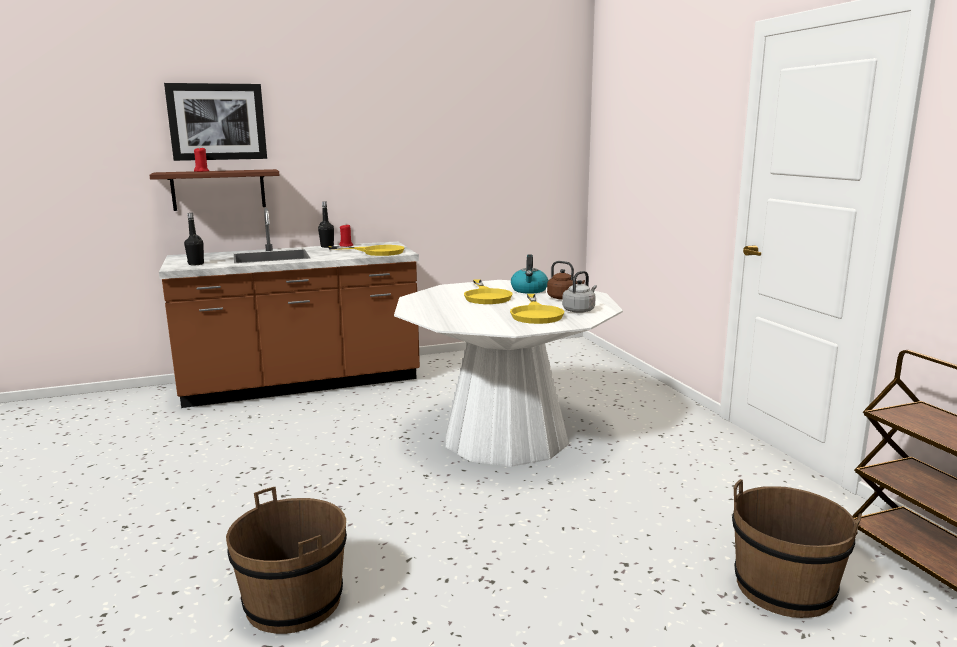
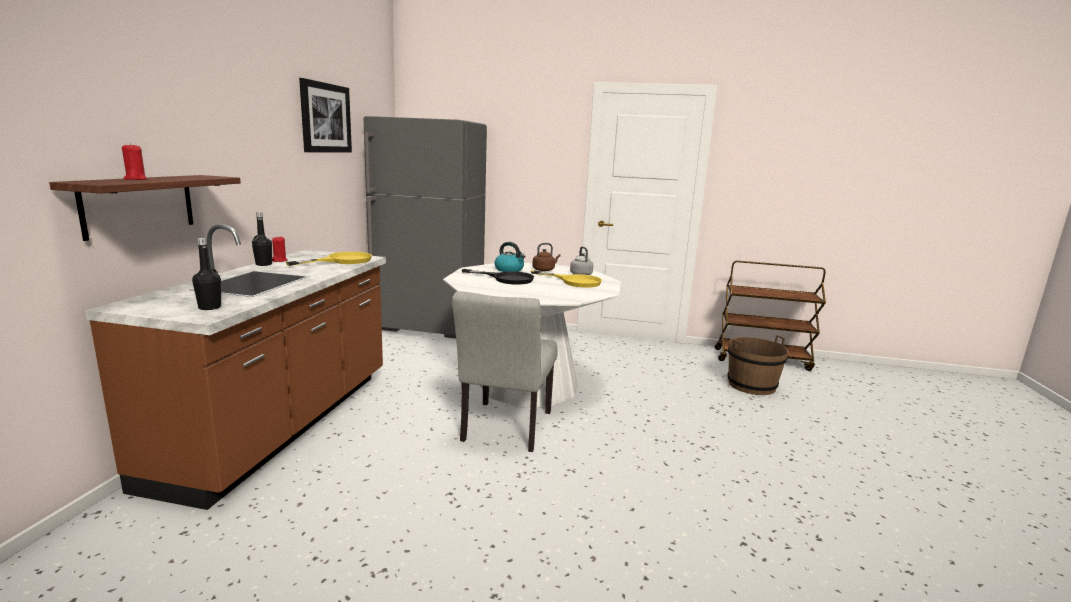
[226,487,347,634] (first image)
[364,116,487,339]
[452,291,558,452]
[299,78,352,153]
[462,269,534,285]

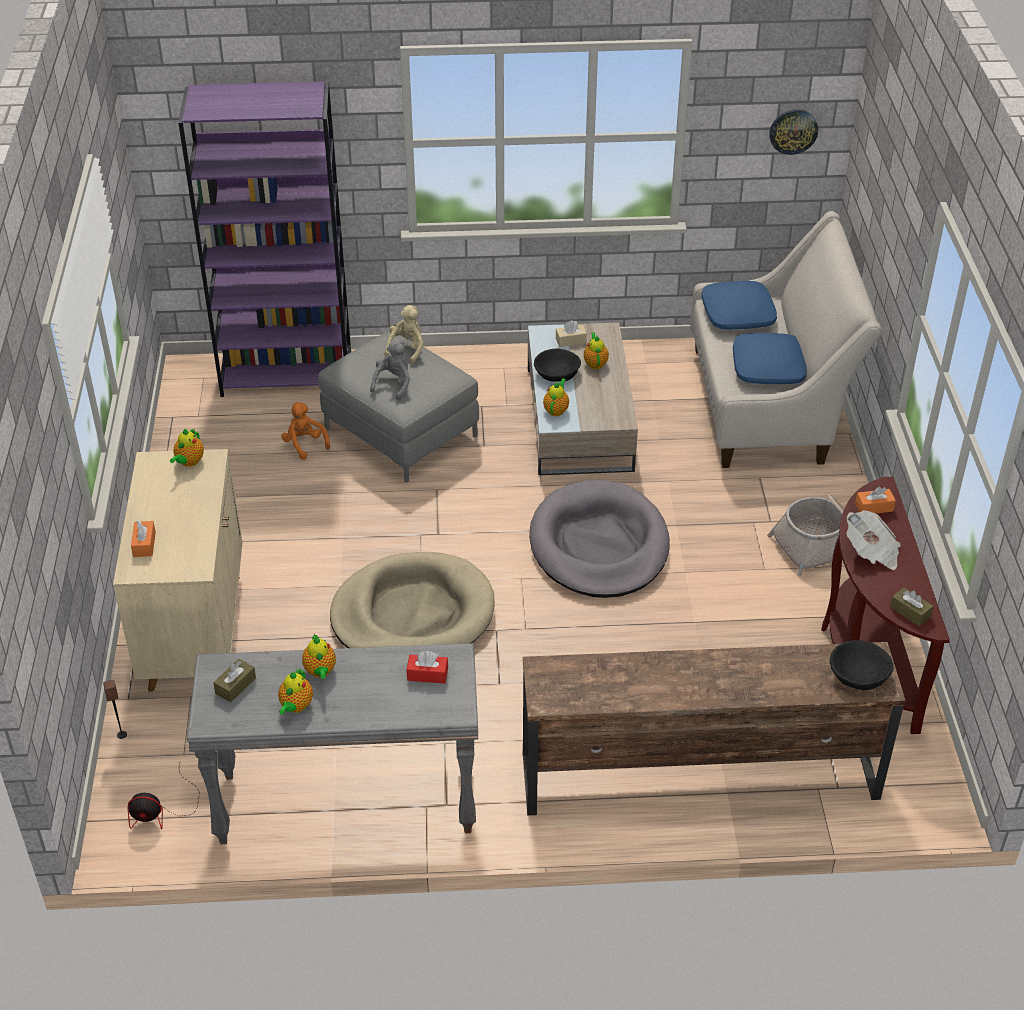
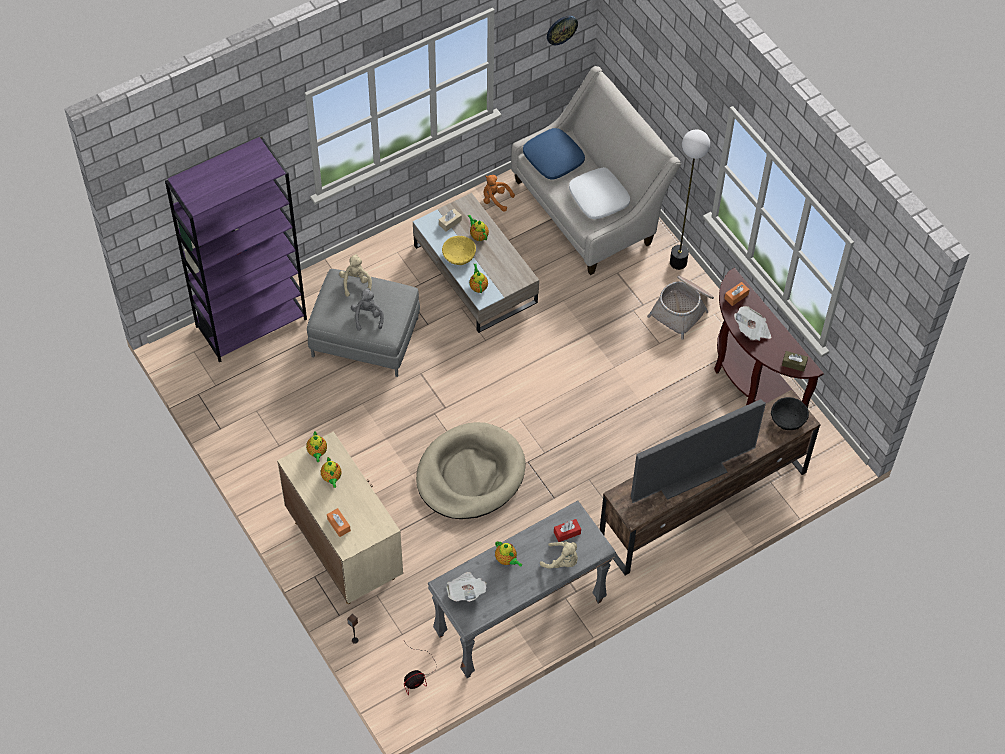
[529,480,670,598] (first image)
[540,541,578,568]
[631,399,766,503]
[670,129,710,270]
[321,457,341,488]
[483,175,515,212]
[447,572,487,602]
[442,236,476,265]
[569,167,630,219]

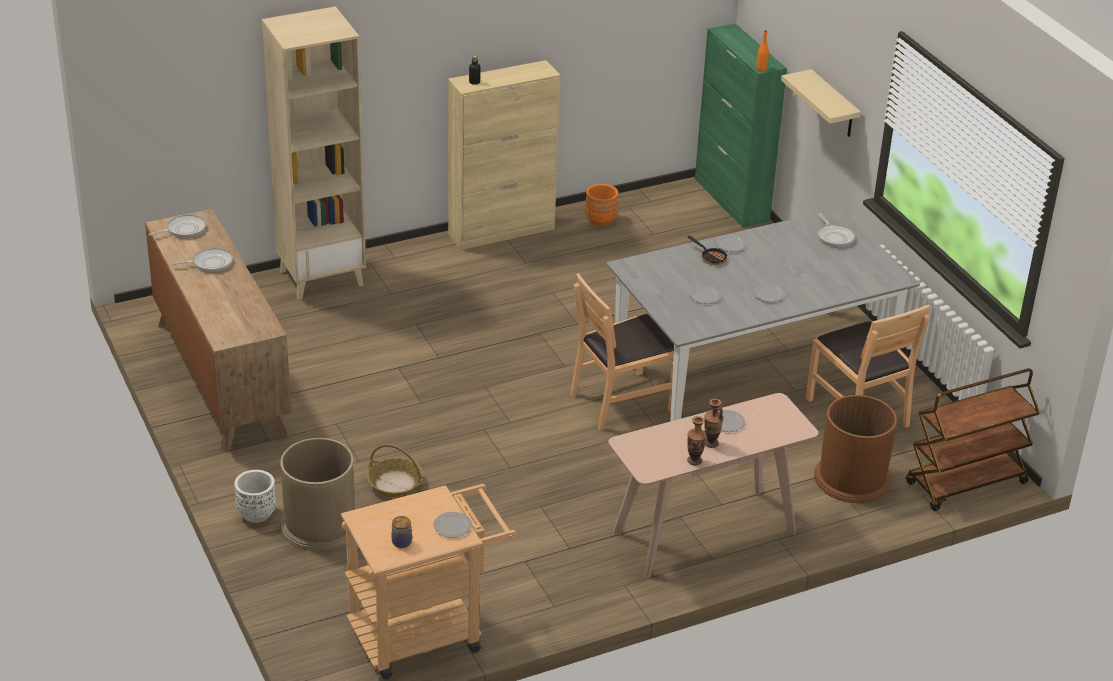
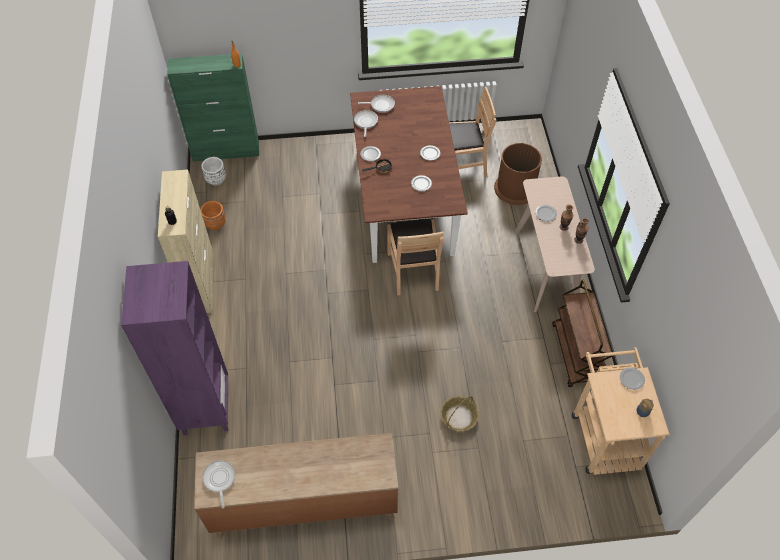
[280,438,355,551] (first image)
[781,69,861,137] (first image)
[354,110,378,137]
[201,157,226,186]
[552,280,613,387]
[121,261,228,435]
[350,86,468,263]

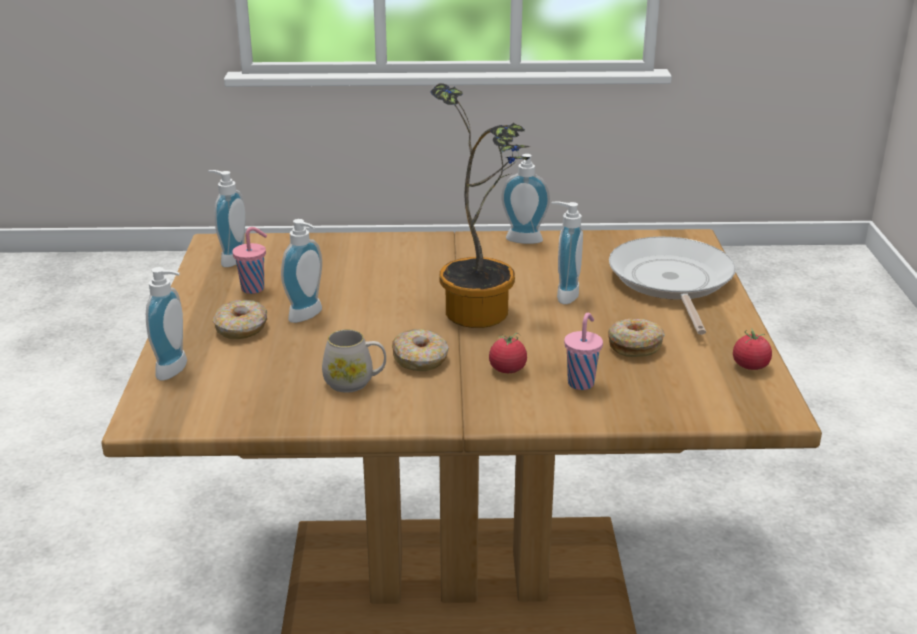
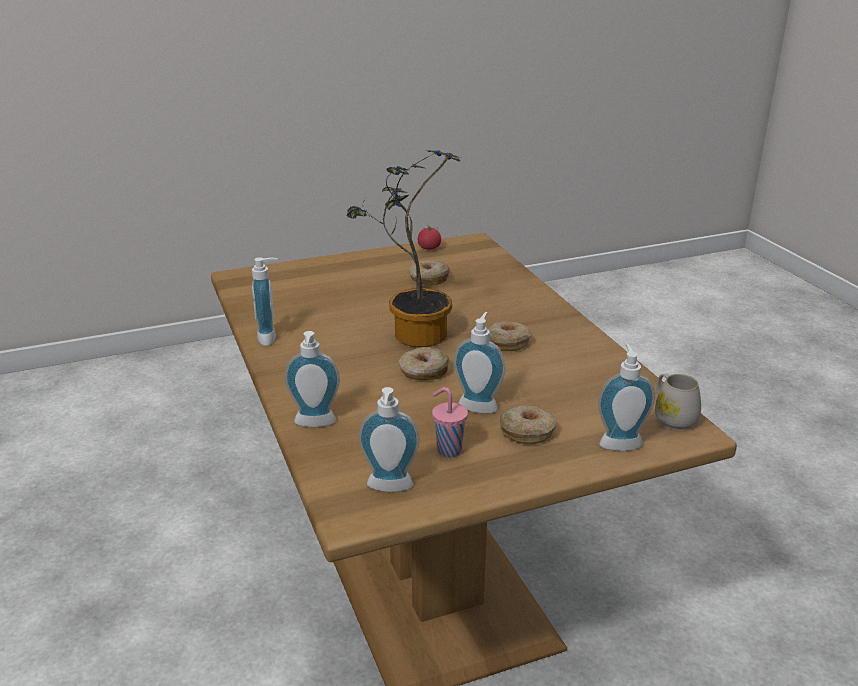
[489,333,527,373] (first image)
[564,313,603,390] (first image)
[609,237,736,335] (first image)
[399,347,449,380]
[655,373,701,430]
[284,331,340,427]

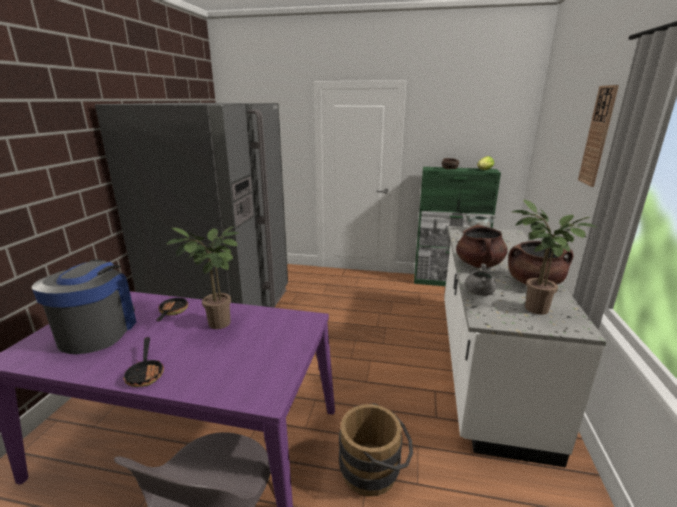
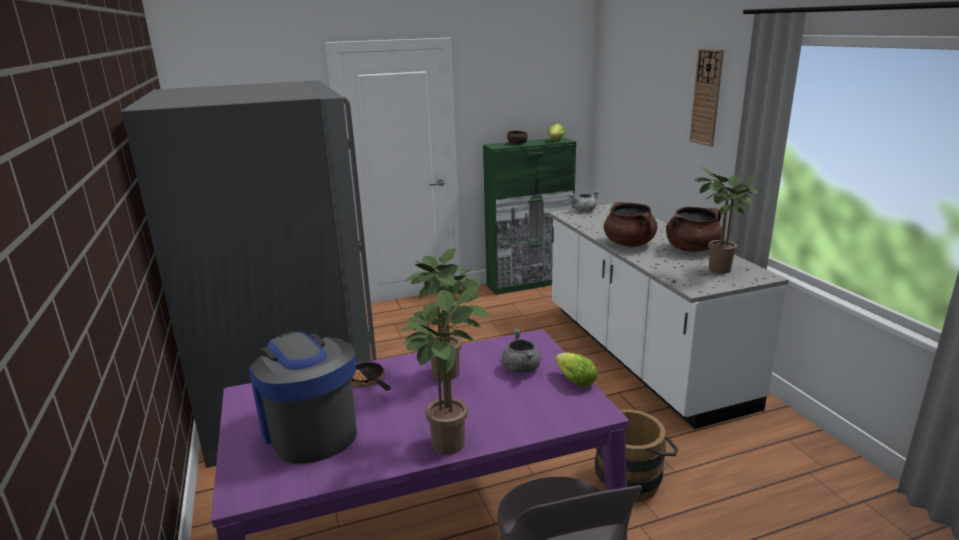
[555,352,597,387]
[502,329,541,373]
[400,285,490,455]

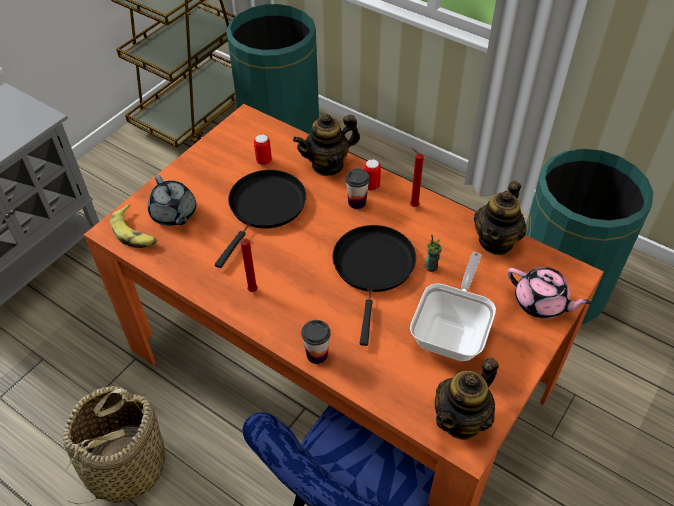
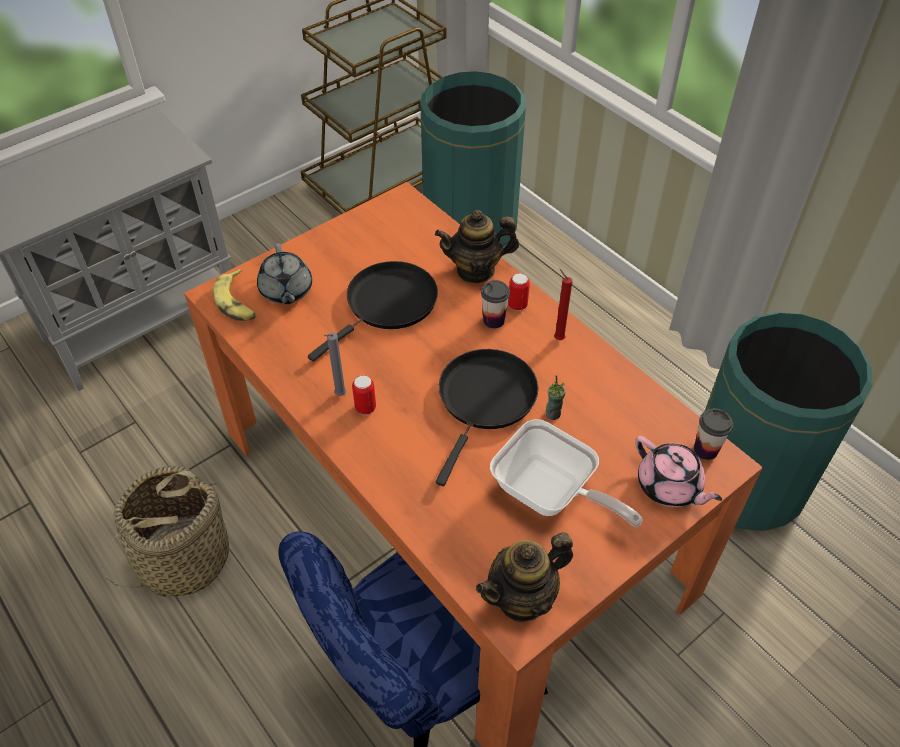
[474,181,527,255] (first image)
[352,375,376,415]
[694,409,733,460]
[324,333,346,396]
[490,419,643,527]

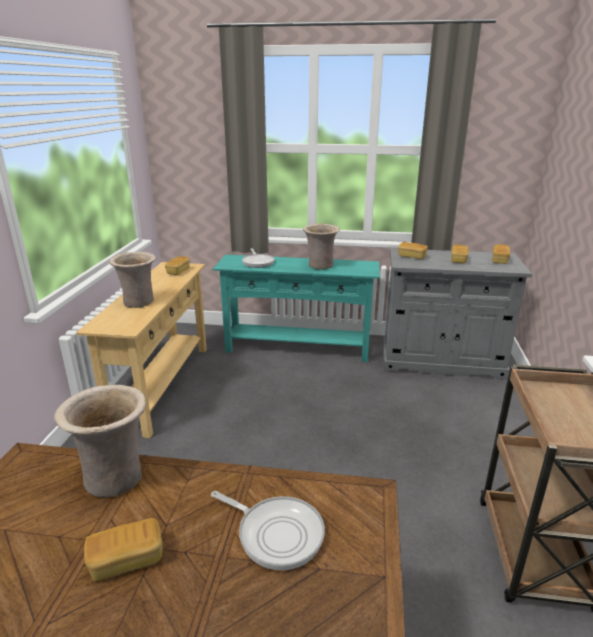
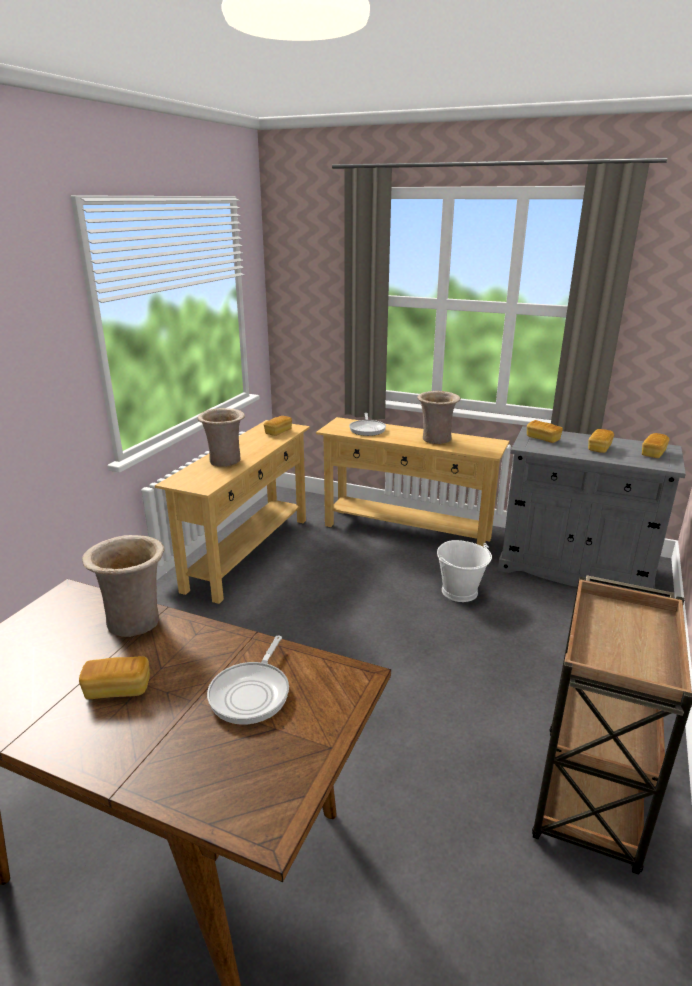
[437,540,492,602]
[316,417,509,547]
[207,635,289,725]

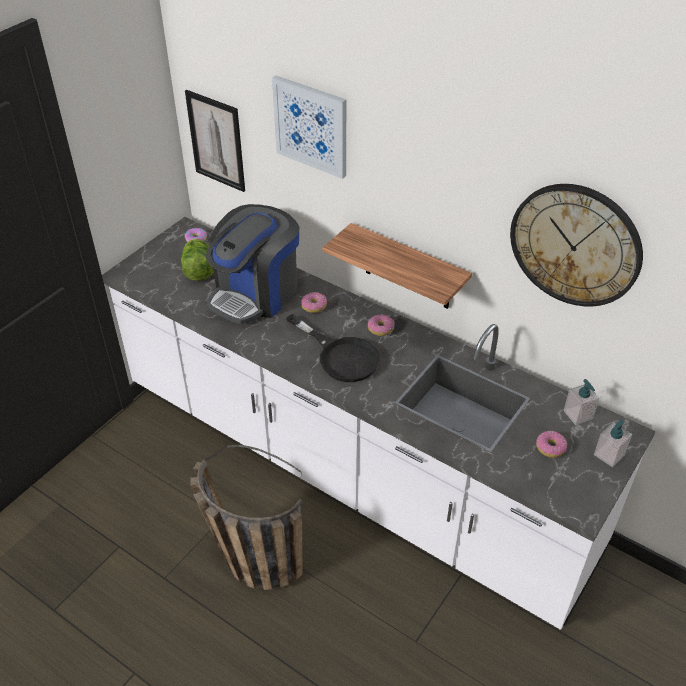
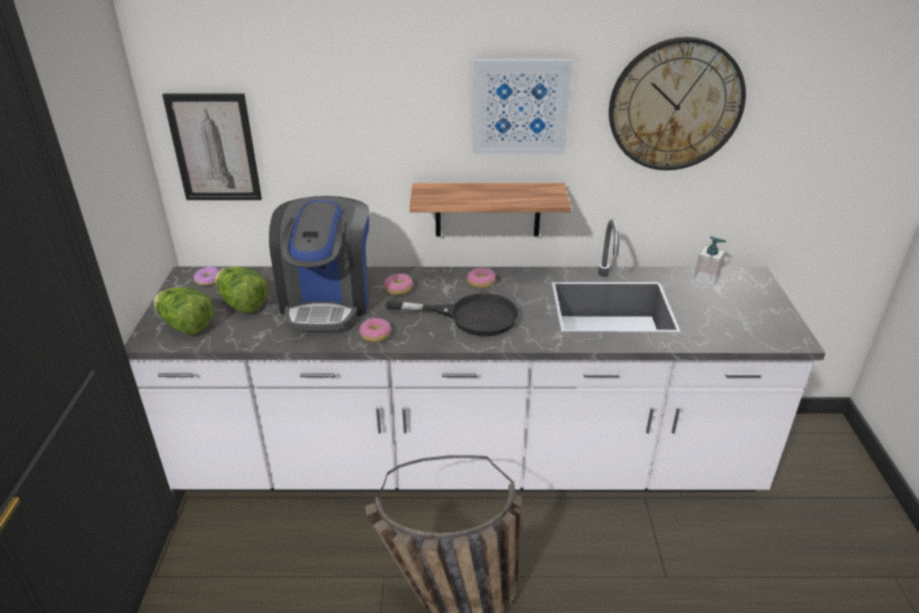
[594,420,632,467] (first image)
[153,287,213,335]
[473,59,573,154]
[359,317,392,342]

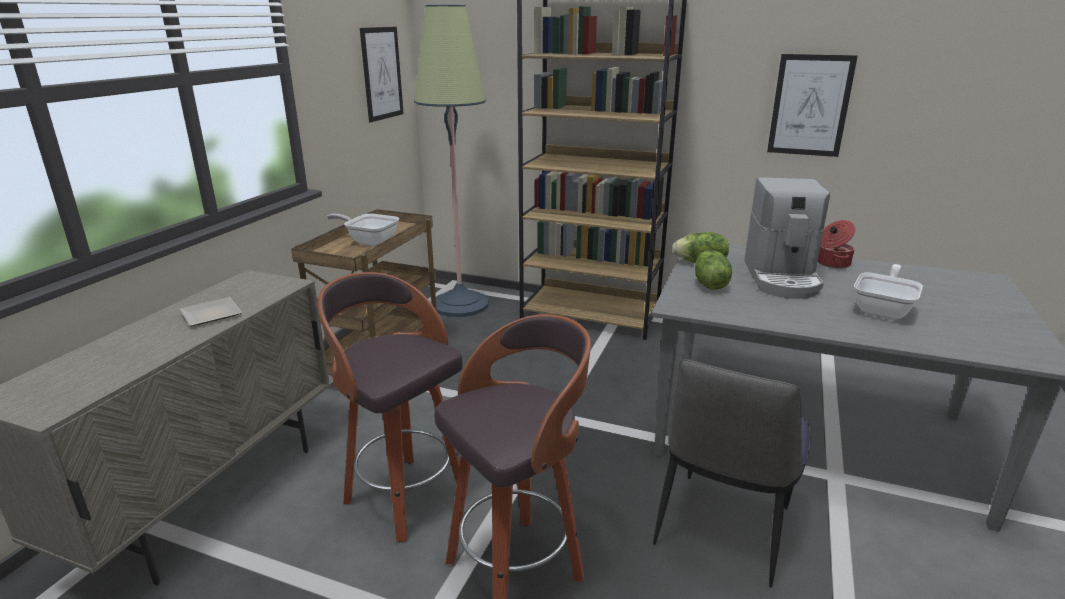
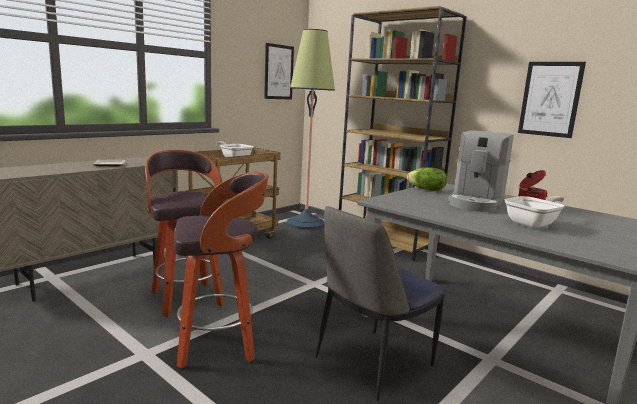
[695,250,732,290] (first image)

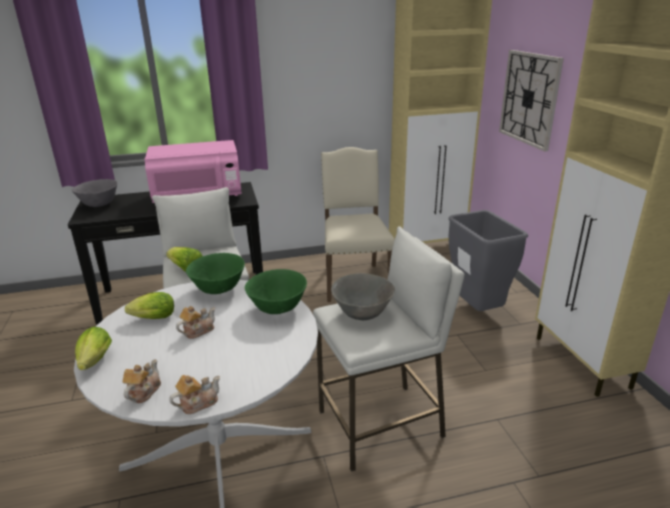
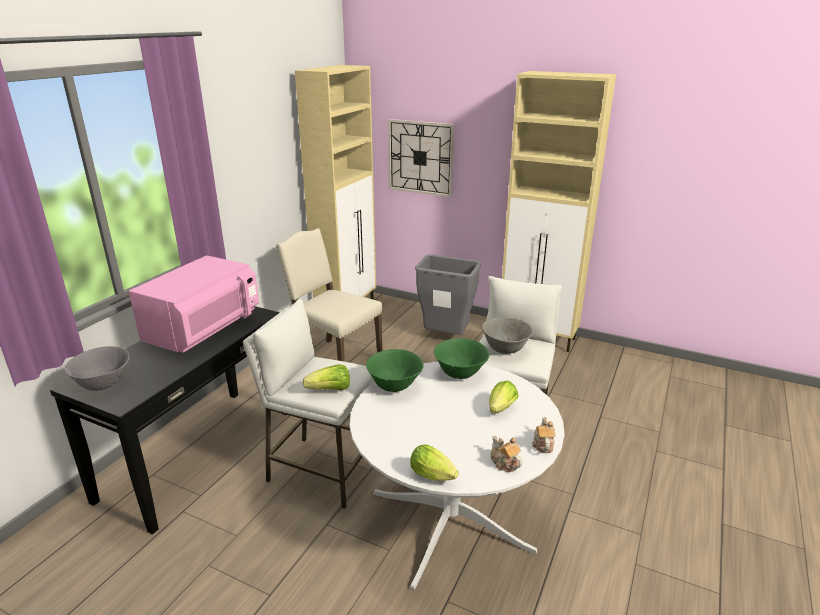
[176,306,215,339] (first image)
[489,381,518,413]

